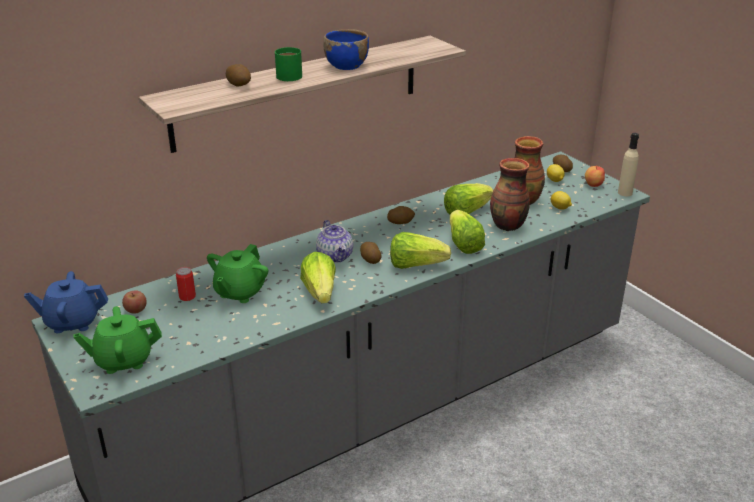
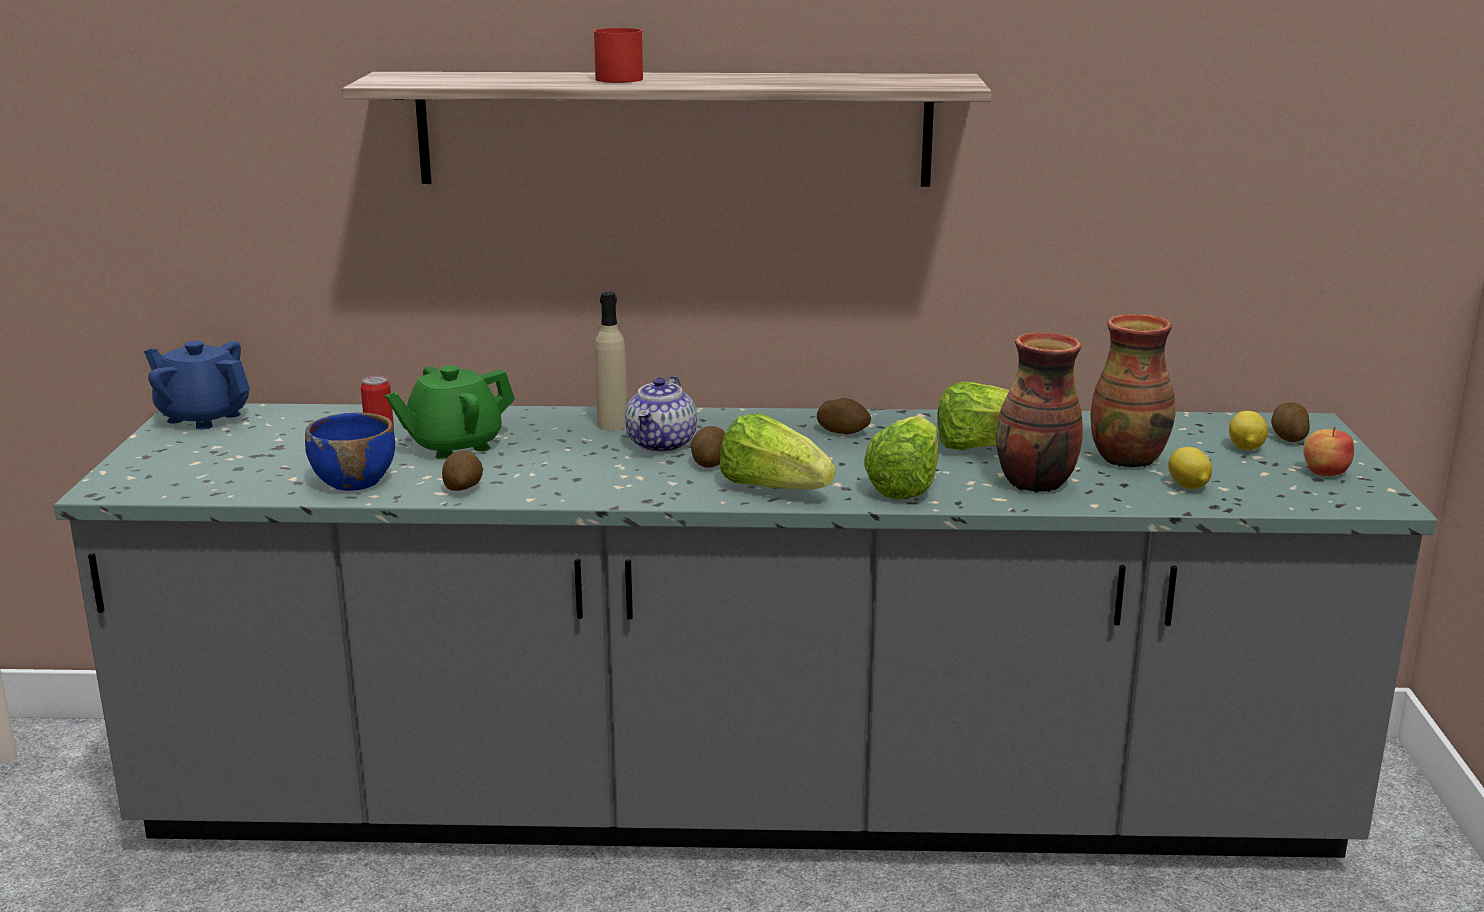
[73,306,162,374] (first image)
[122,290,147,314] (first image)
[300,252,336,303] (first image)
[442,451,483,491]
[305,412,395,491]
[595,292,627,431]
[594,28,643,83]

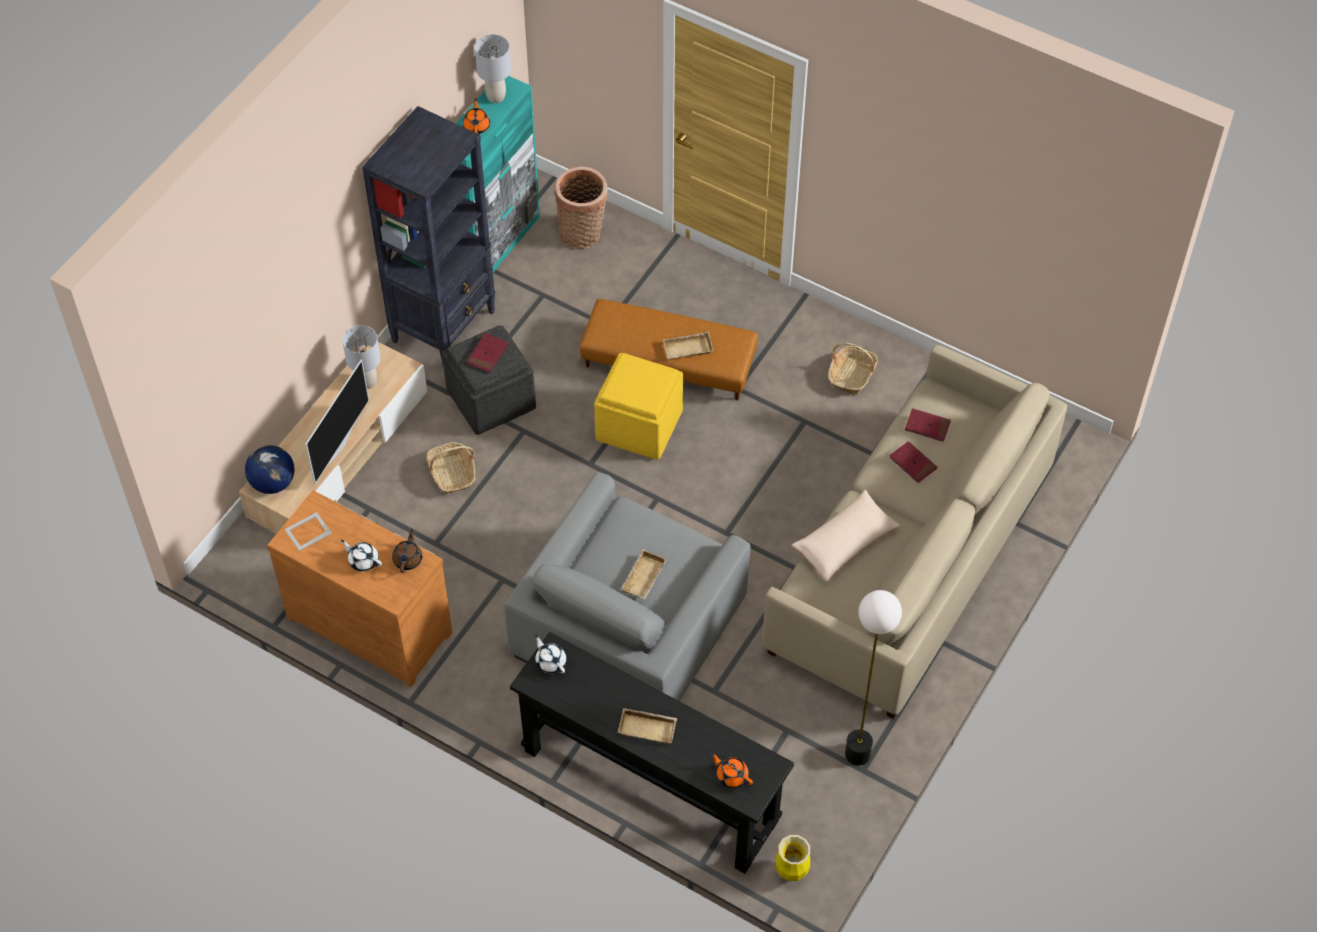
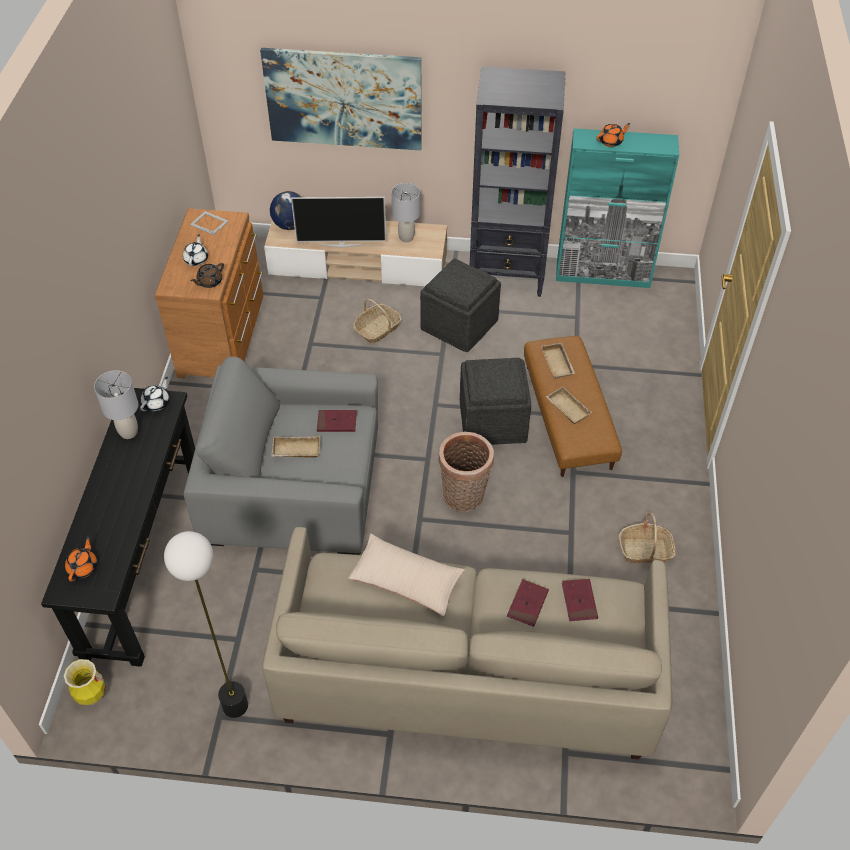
[260,48,422,150]
[317,410,357,432]
[94,370,138,439]
[439,432,494,512]
[541,342,575,379]
[460,358,531,445]
[190,263,224,288]

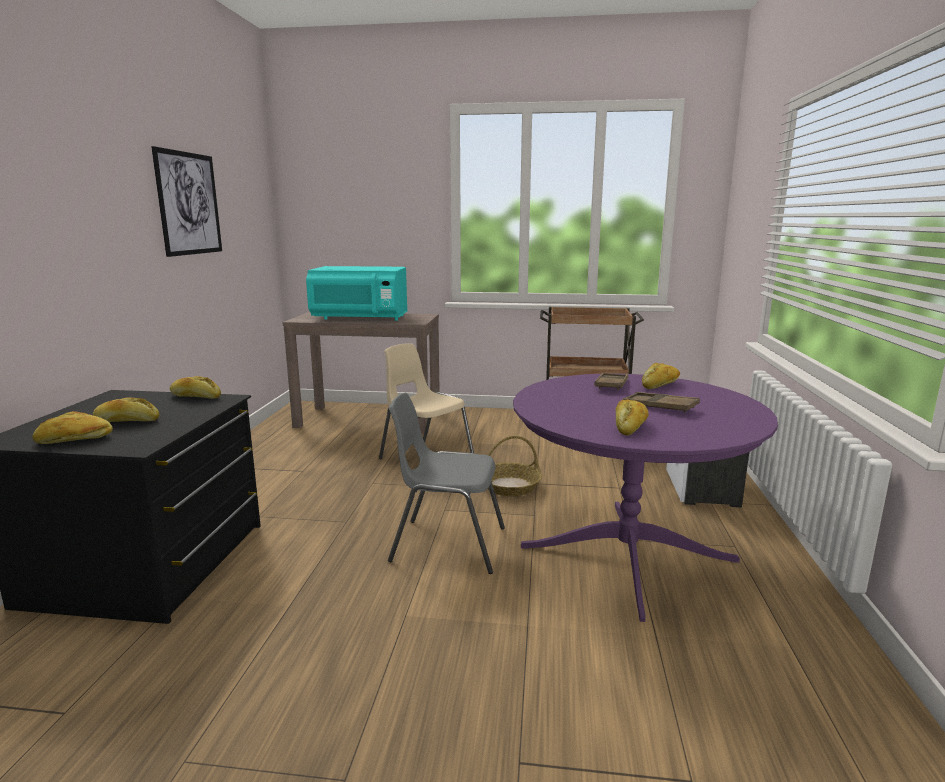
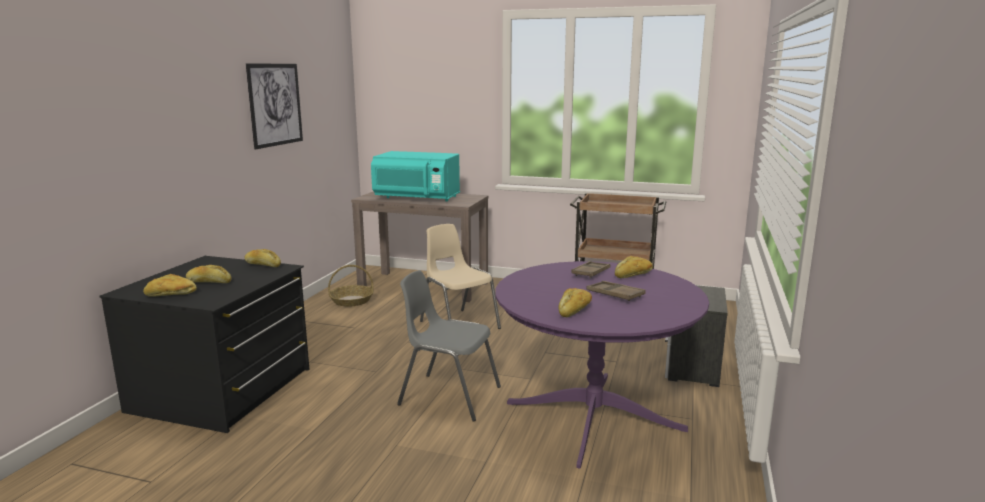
[328,265,374,307]

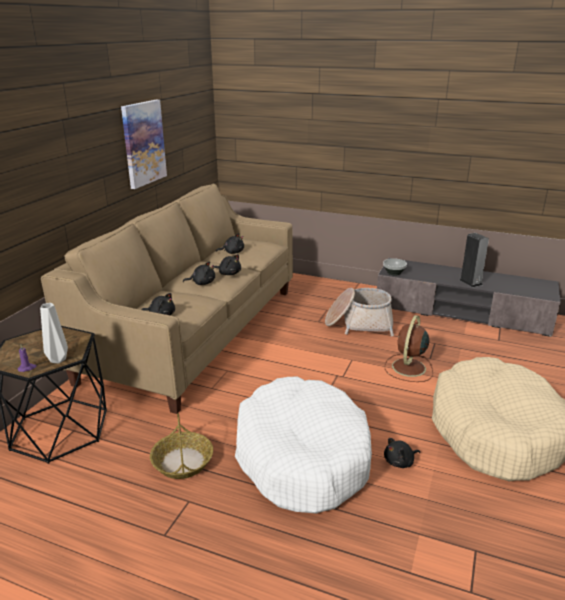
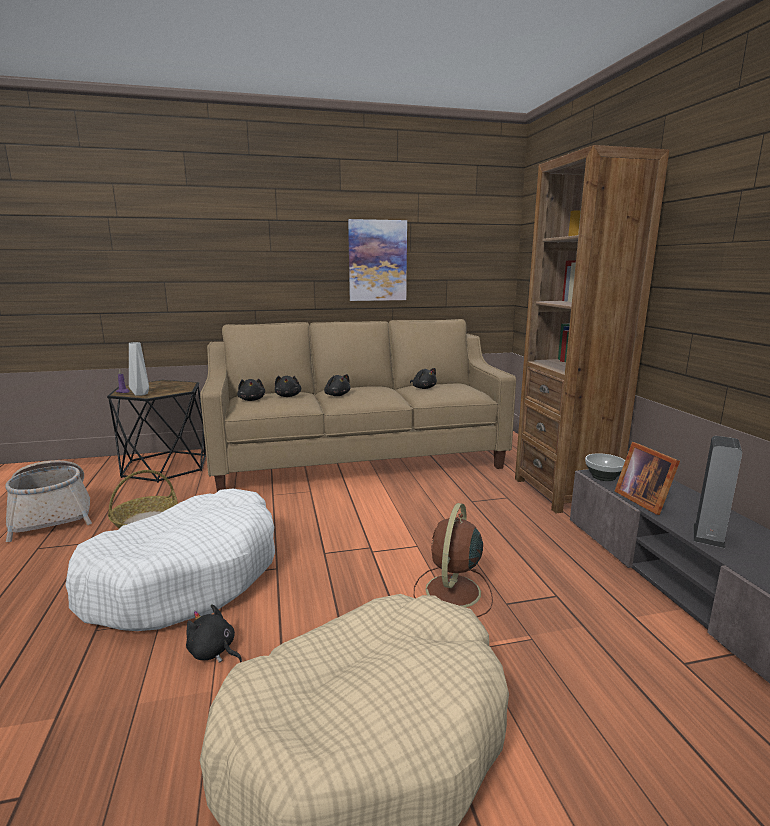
[515,145,669,513]
[615,442,680,515]
[275,375,301,397]
[5,460,92,542]
[414,503,493,617]

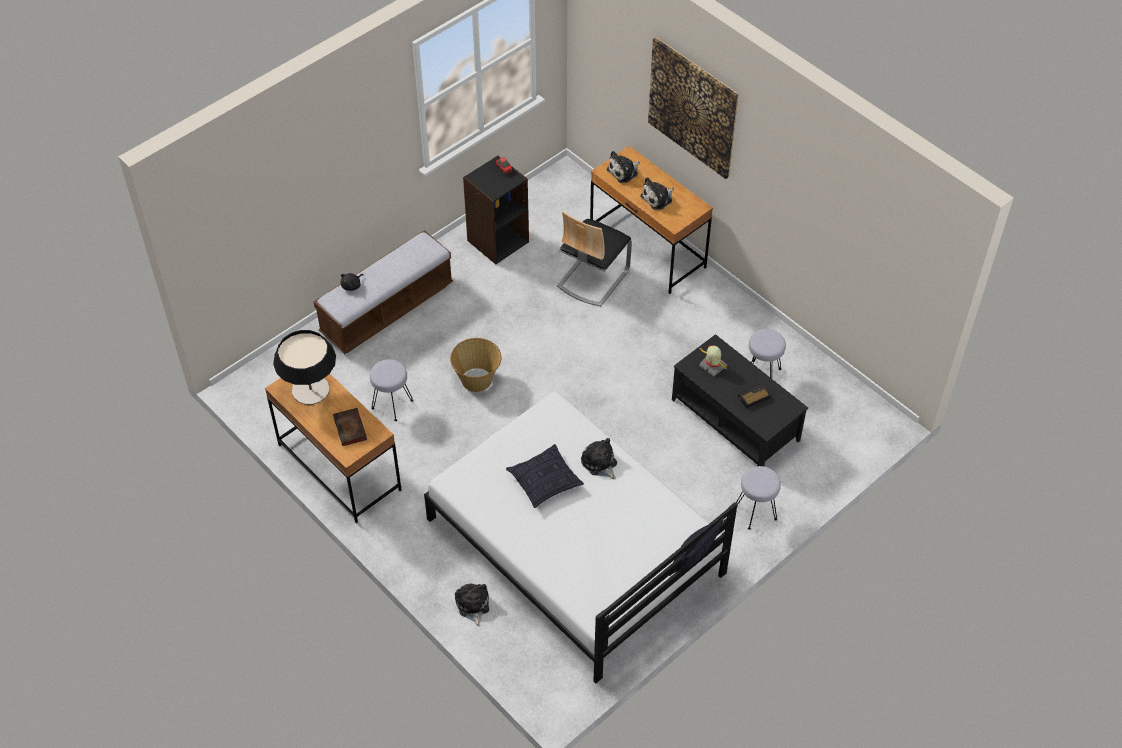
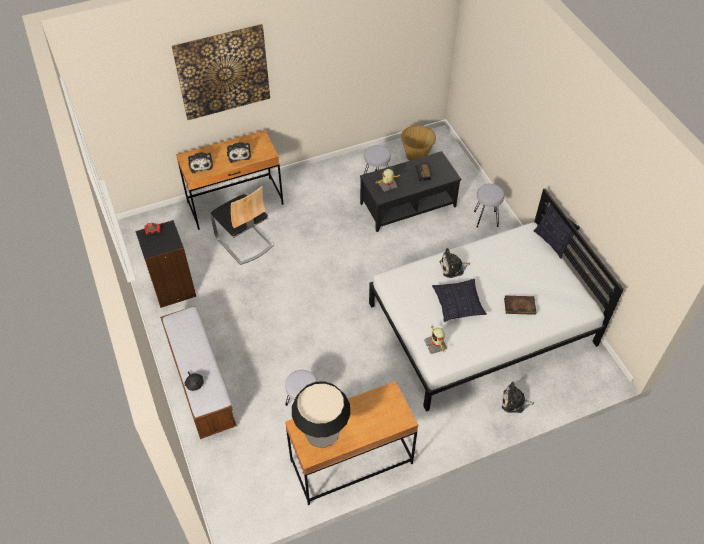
[424,324,447,354]
[504,295,536,315]
[401,125,436,161]

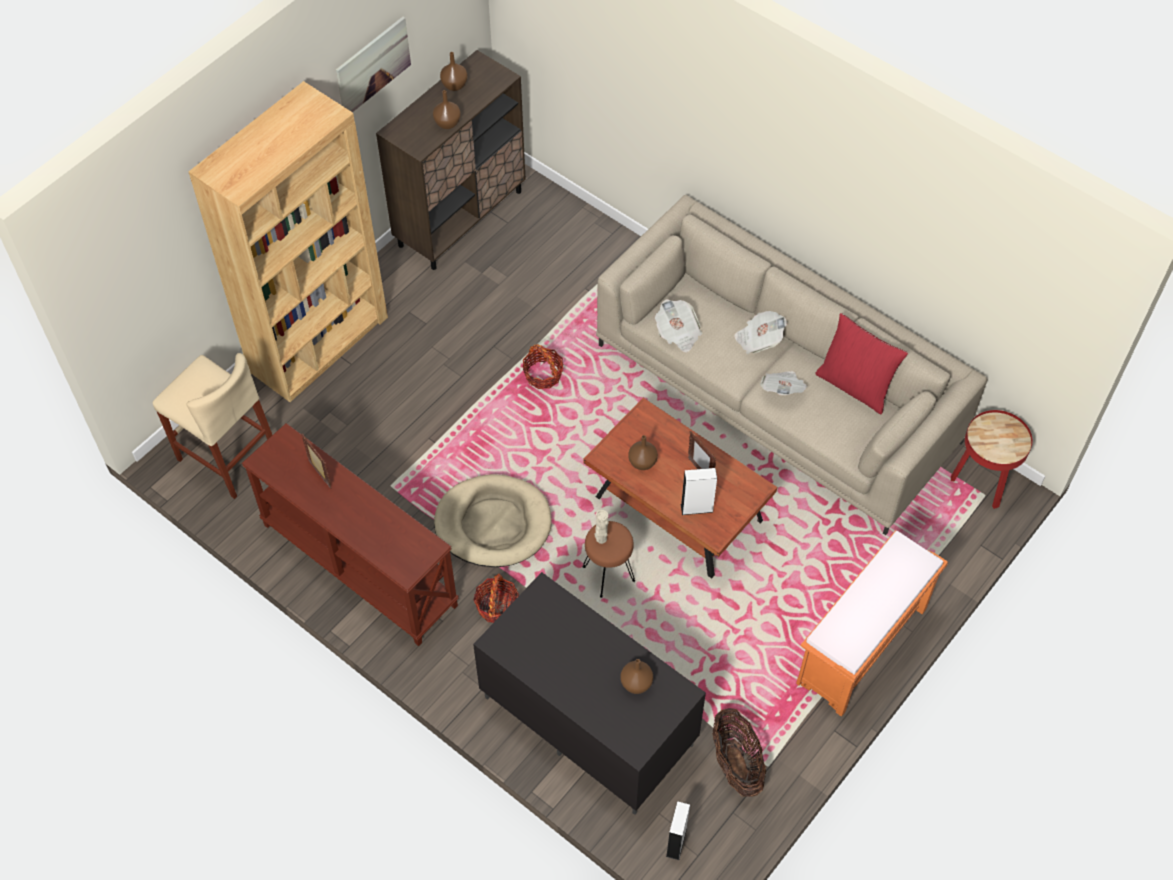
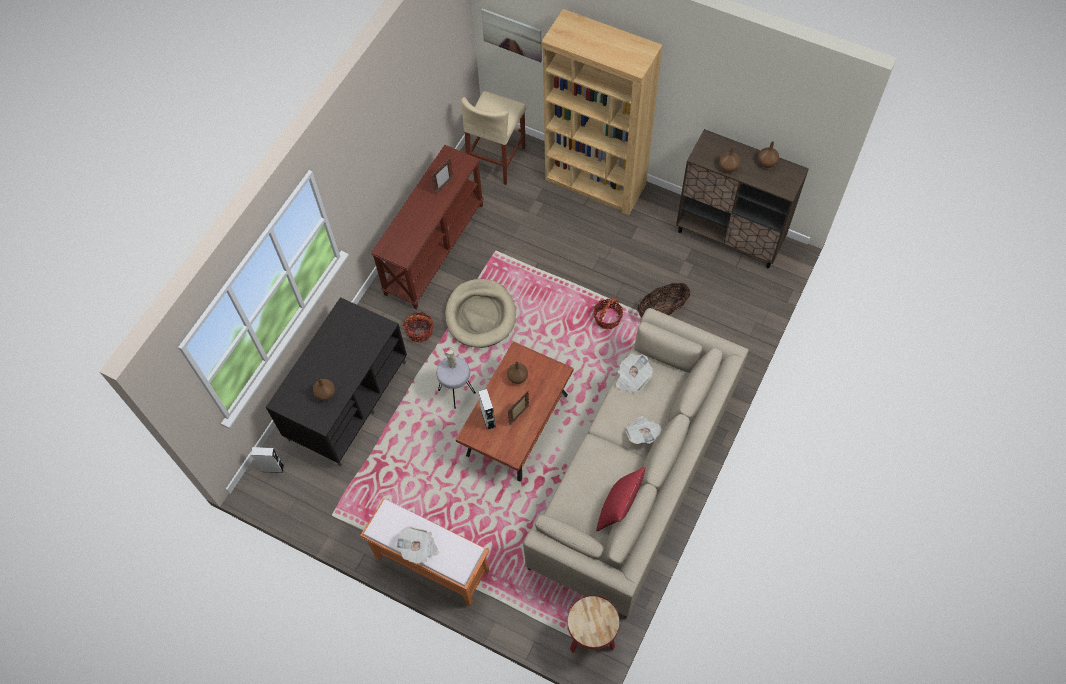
[481,8,542,62]
[637,283,690,317]
[395,526,439,564]
[436,357,476,409]

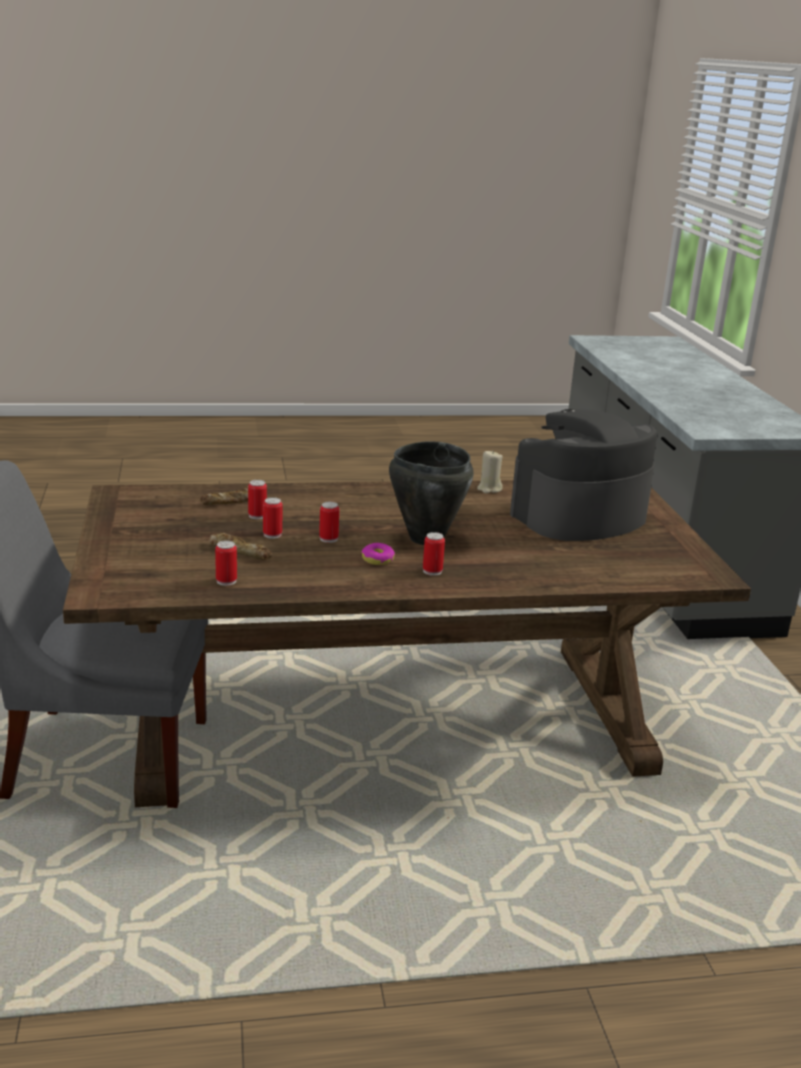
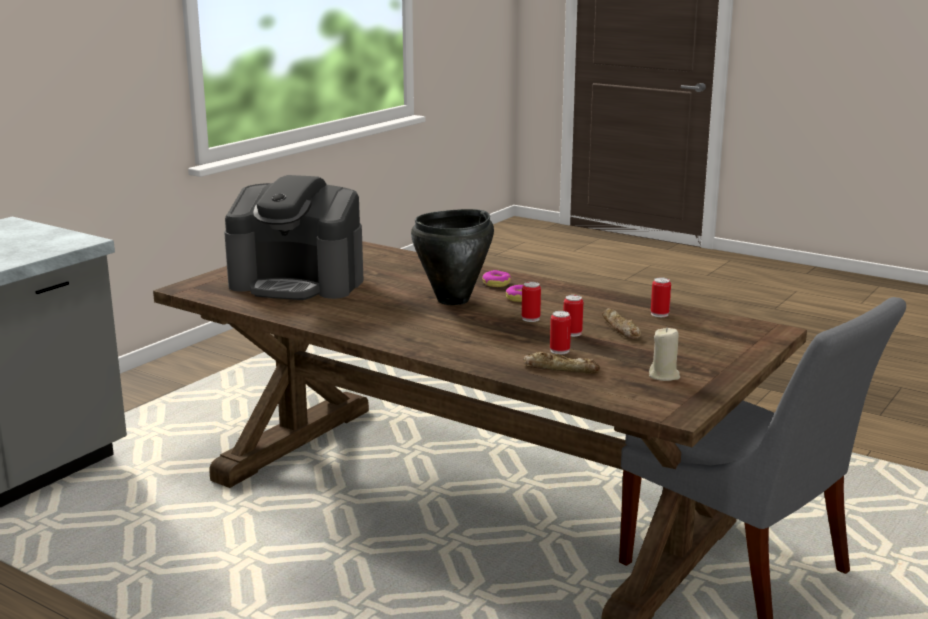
[649,327,680,381]
[482,270,511,287]

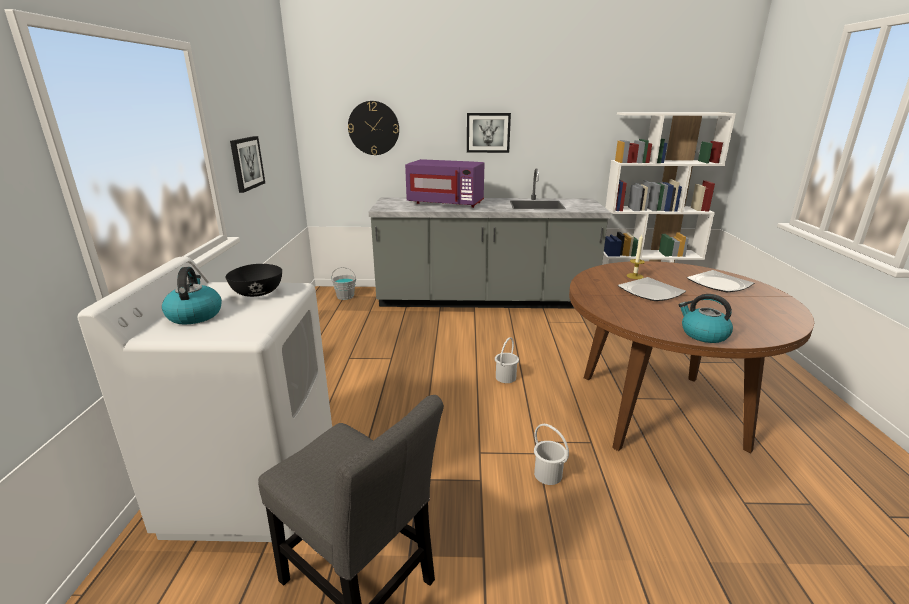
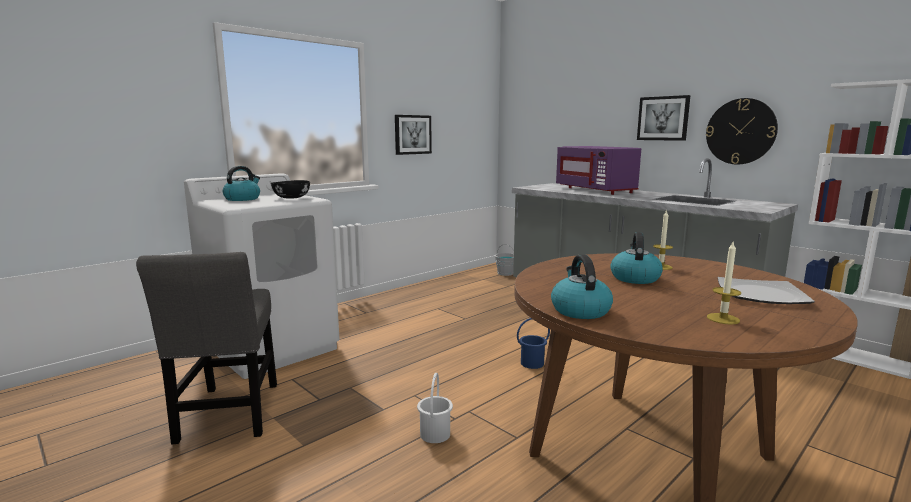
[707,240,741,325]
[706,98,778,164]
[610,232,663,284]
[517,318,550,369]

